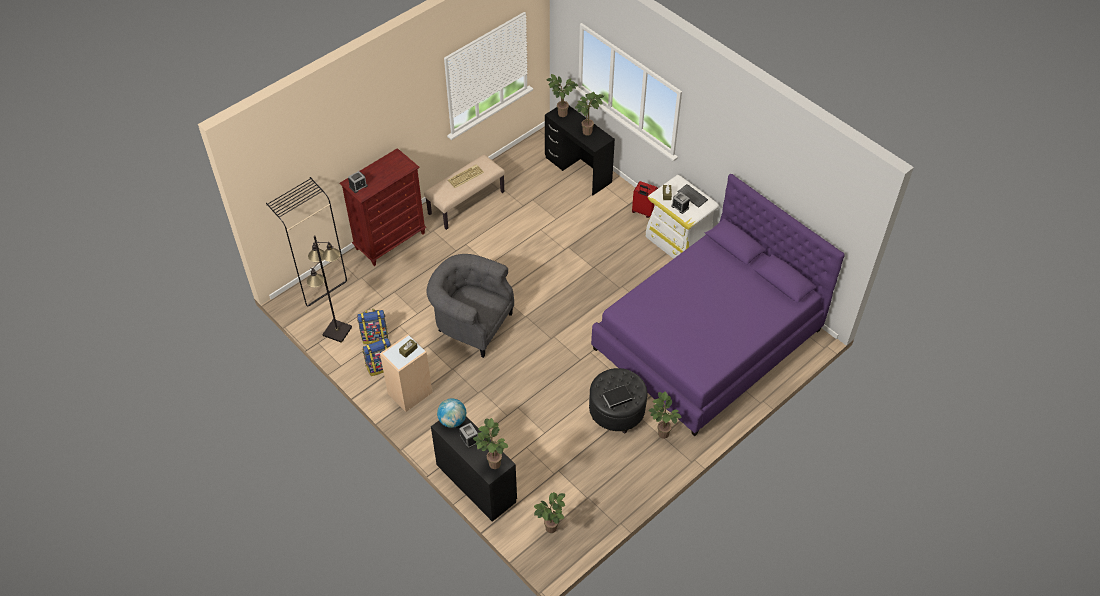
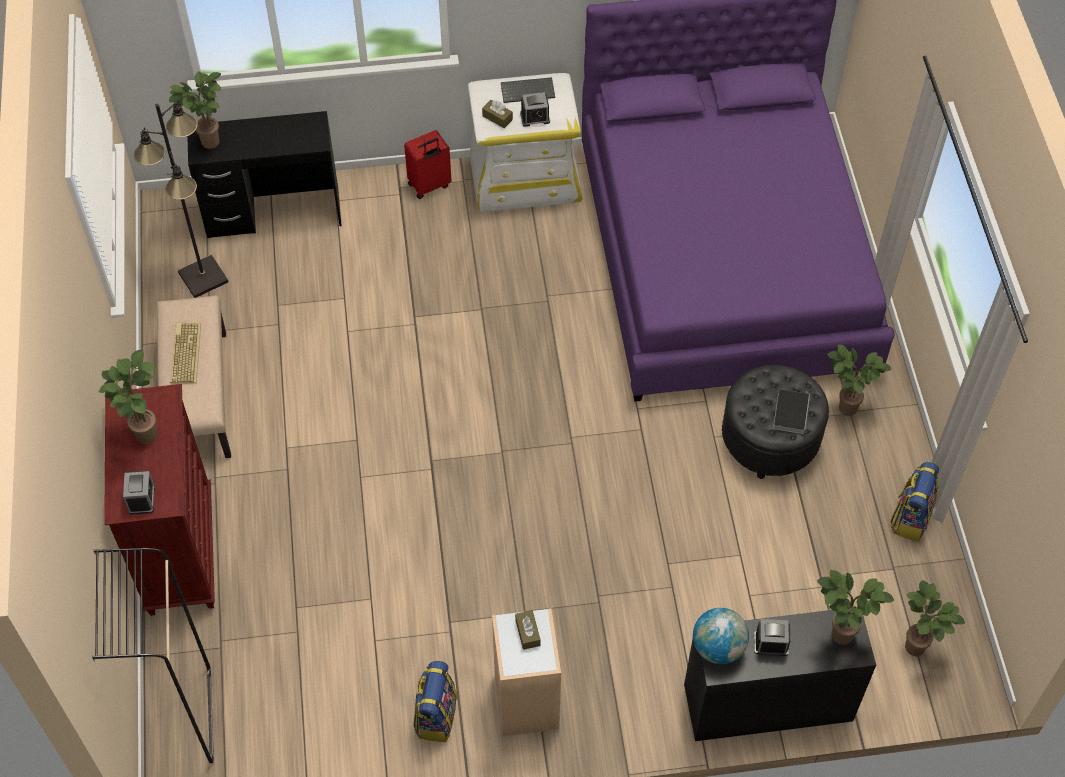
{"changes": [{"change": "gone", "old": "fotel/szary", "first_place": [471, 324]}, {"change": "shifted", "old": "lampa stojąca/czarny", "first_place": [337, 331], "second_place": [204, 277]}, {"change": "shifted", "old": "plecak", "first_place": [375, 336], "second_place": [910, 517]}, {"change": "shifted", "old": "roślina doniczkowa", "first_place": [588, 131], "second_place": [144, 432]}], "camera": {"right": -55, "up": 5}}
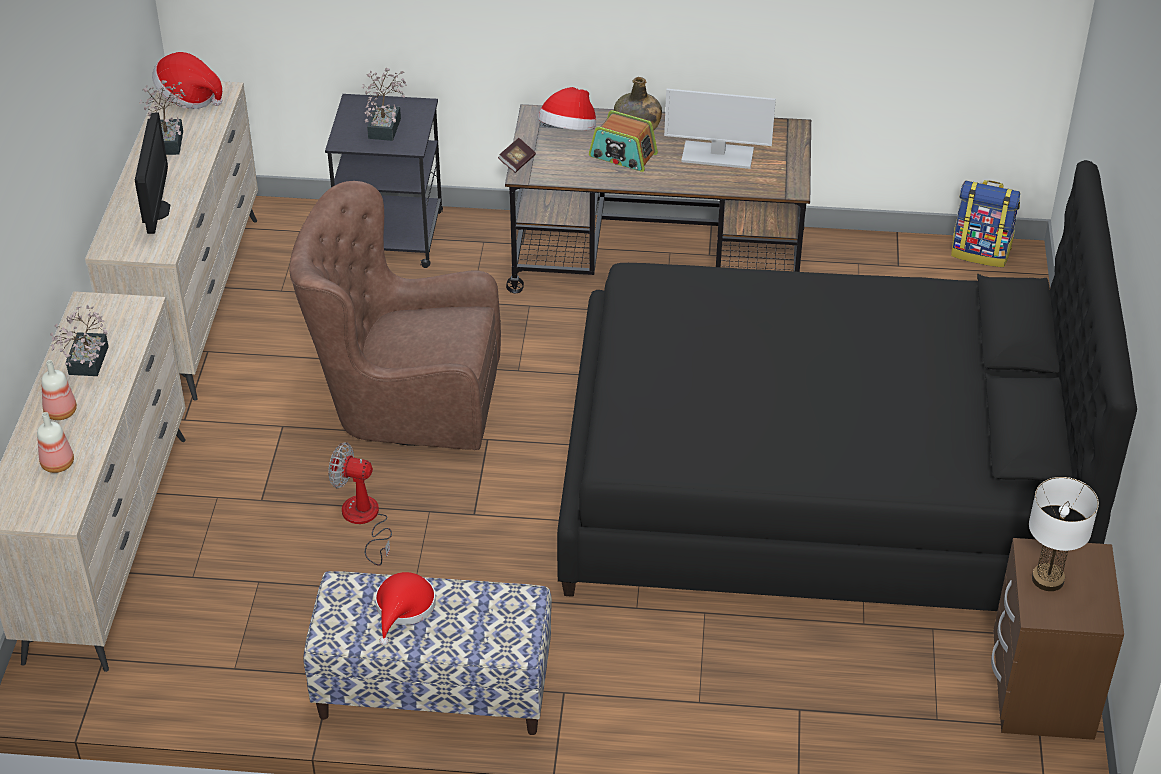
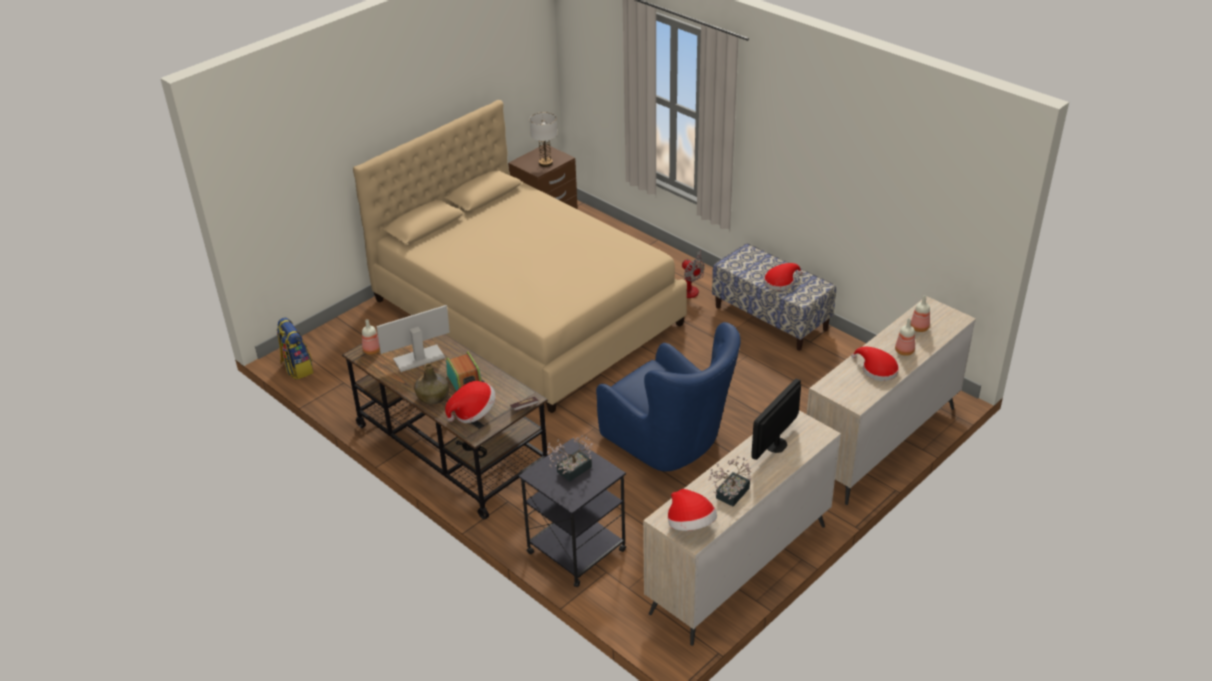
{"changes": [{"change": "new", "new": "butelka", "second_place": [371, 350]}, {"change": "shifted", "old": "wentylator", "first_place": [364, 520], "second_place": [690, 288]}, {"change": "swapped", "old": "roślina doniczkowa", "new": "kapelusz/czerwony", "first_place": [86, 364], "second_place": [877, 369]}, {"change": "repainted", "old": "fotel/brązowy", "new": "fotel/niebieski", "first_place": [403, 400], "second_place": [669, 442]}, {"change": "repainted", "old": "łóżko/czarny", "new": "łóżko/beżowy", "first_place": [820, 487], "second_place": [527, 311]}, {"change": "rotated", "old": "monitor", "first_place": [716, 155], "second_place": [419, 358], "degrees": -75}], "camera": {"right": -140, "up": -5}}
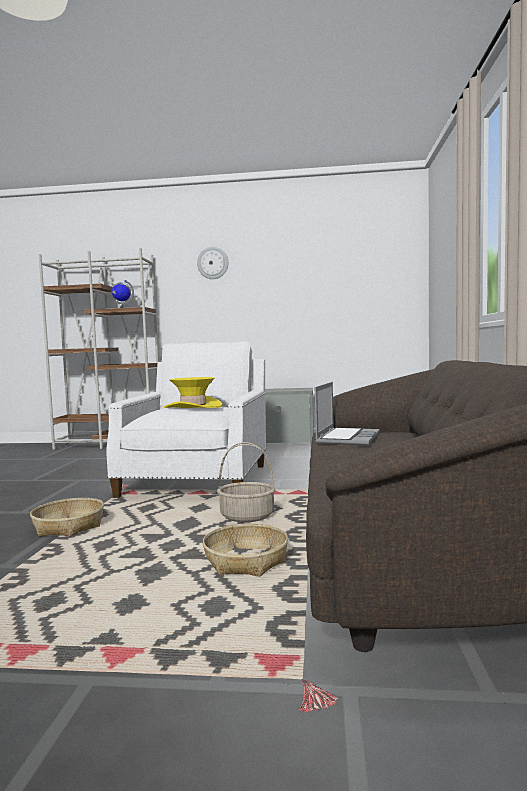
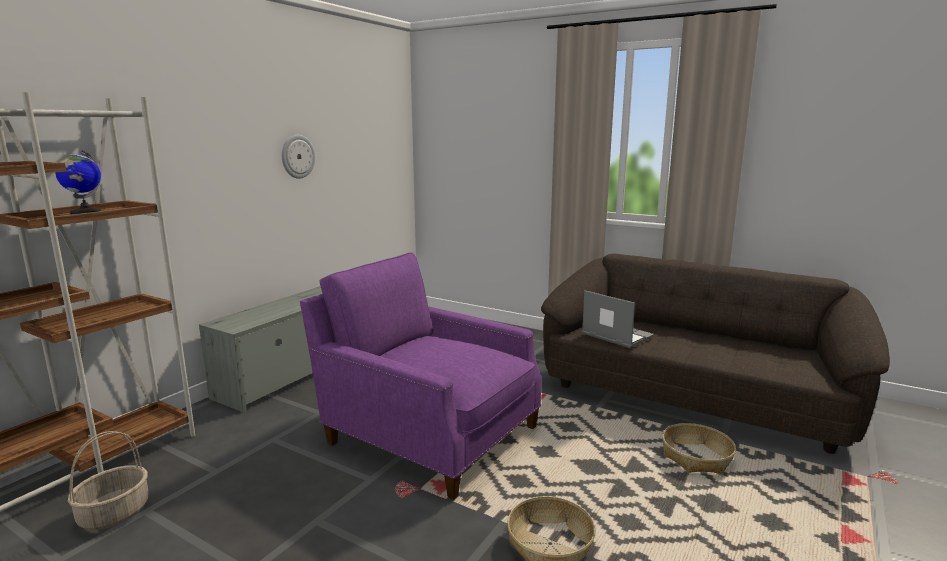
{"changes": [{"change": "gone", "old": "kapelusz/żółty", "first_place": [193, 407]}, {"change": "shifted", "old": "zegar ścienny", "first_place": [213, 263], "second_place": [297, 156]}, {"change": "shifted", "old": "koszyk", "first_place": [247, 516], "second_place": [115, 513]}, {"change": "repainted", "old": "fotel/biały", "new": "fotel/fioletowy", "first_place": [198, 479], "second_place": [429, 432]}], "camera": {"right": -65, "up": 10}}
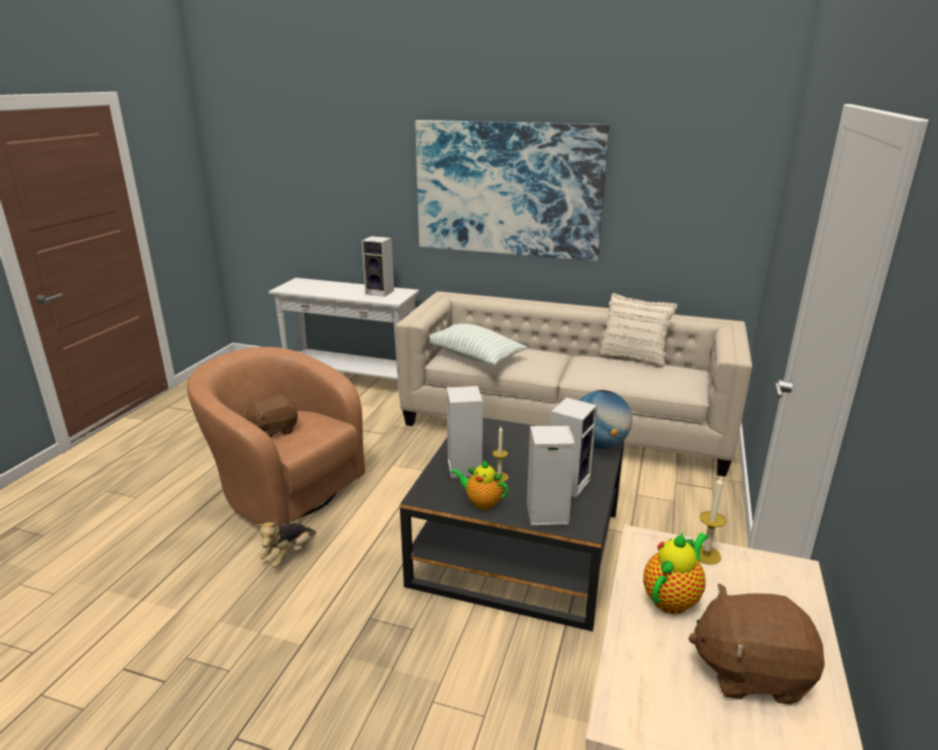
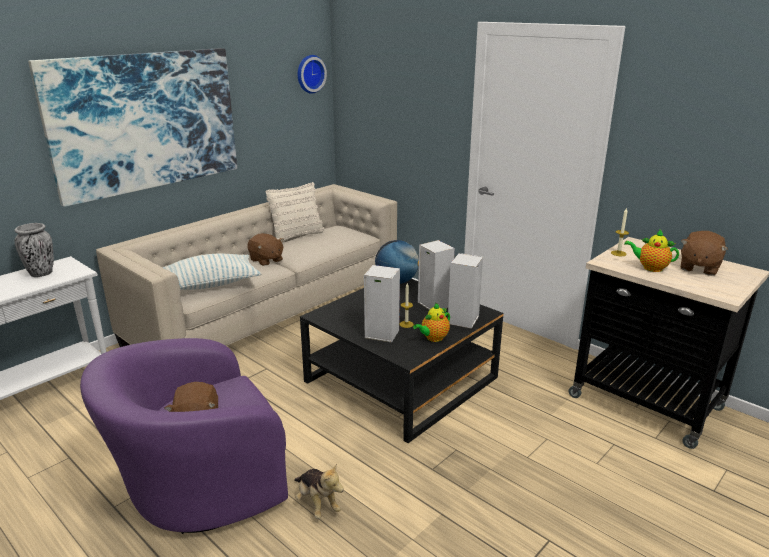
{"changes": [{"change": "new", "new": "pluszak/brązowy", "second_place": [266, 260]}, {"change": "new", "new": "zegar ścienny", "second_place": [309, 74]}, {"change": "swapped", "old": "głośnik", "new": "wazon", "first_place": [381, 292], "second_place": [41, 273]}, {"change": "repainted", "old": "fotel/brązowy", "new": "fotel/fioletowy", "first_place": [285, 489], "second_place": [201, 489]}, {"change": "rotated", "old": "imbryk", "first_place": [672, 598], "second_place": [650, 268], "degrees": -45}], "camera": {"right": -65, "up": 0}}
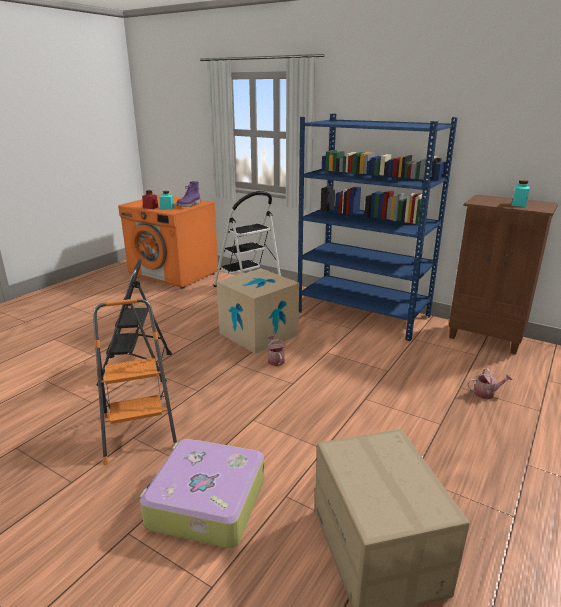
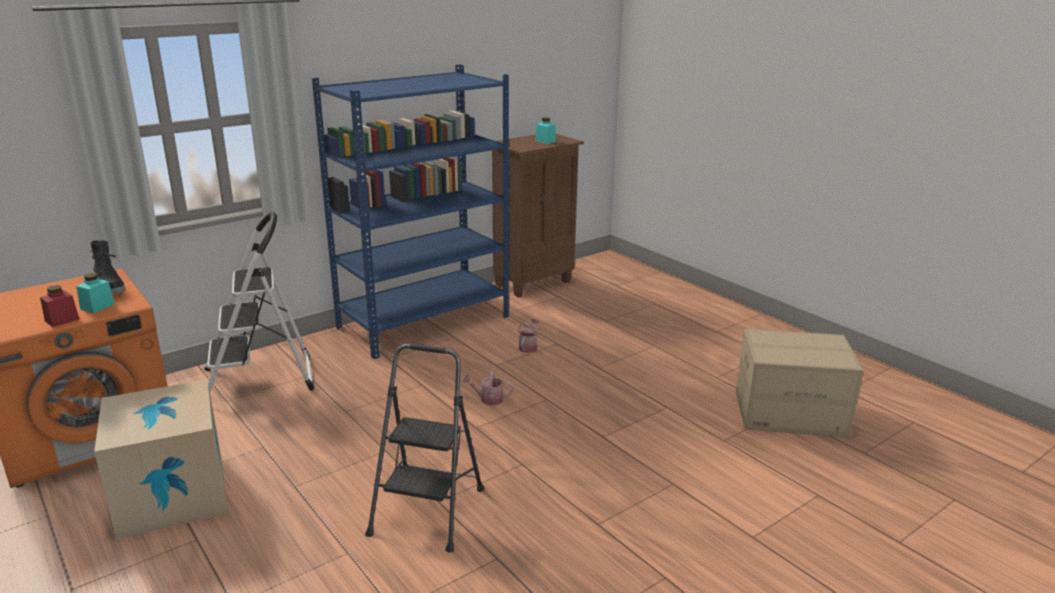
{"changes": [{"change": "gone", "old": "drabinka/pomarańczowy", "first_place": [139, 429]}, {"change": "gone", "old": "walizka", "first_place": [205, 503]}, {"change": "shifted", "old": "karton", "first_place": [258, 334], "second_place": [172, 496]}, {"change": "shifted", "old": "konewka", "first_place": [487, 393], "second_place": [529, 346]}, {"change": "repainted", "old": "but z cholewką/fioletowy", "new": "but z cholewką/czarny", "first_place": [189, 205], "second_place": [111, 288]}], "camera": {"right": -70, "up": 0}}
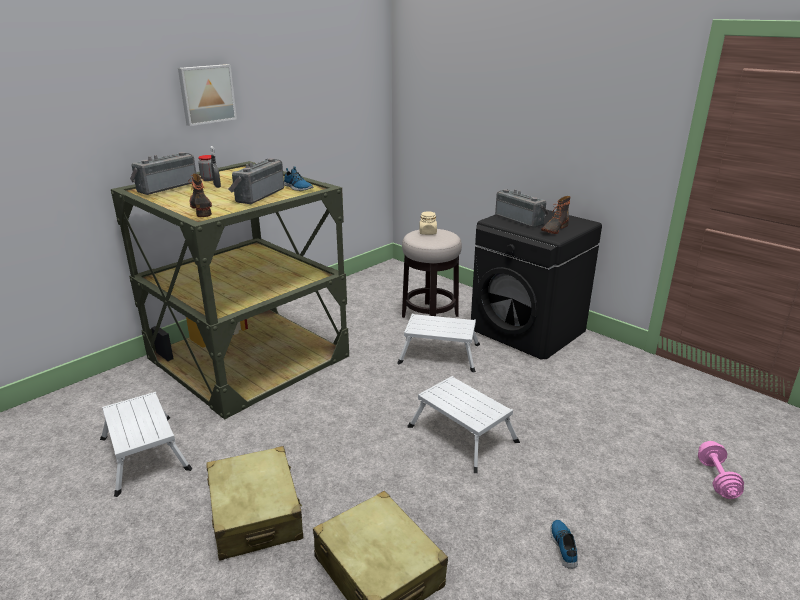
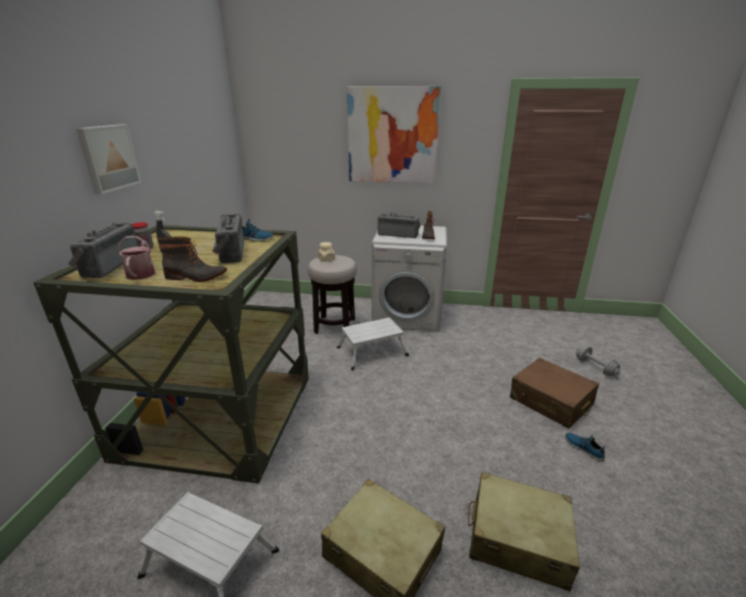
{"changes": [{"change": "gone", "old": "drabinka/biały", "first_place": [463, 434]}, {"change": "new", "new": "konewka", "second_place": [142, 272]}, {"change": "new", "new": "obraz", "second_place": [392, 136]}, {"change": "new", "new": "walizka/brązowy", "second_place": [551, 401]}, {"change": "repainted", "old": "pralka/czarny", "new": "pralka/biały", "first_place": [526, 331], "second_place": [408, 315]}, {"change": "repainted", "old": "hantel/różowy", "new": "hantel/szary", "first_place": [716, 479], "second_place": [595, 367]}, {"change": "rotated", "old": "but z cholewką", "first_place": [202, 208], "second_place": [195, 277], "degrees": 150}], "camera": {"right": -35, "up": 0}}
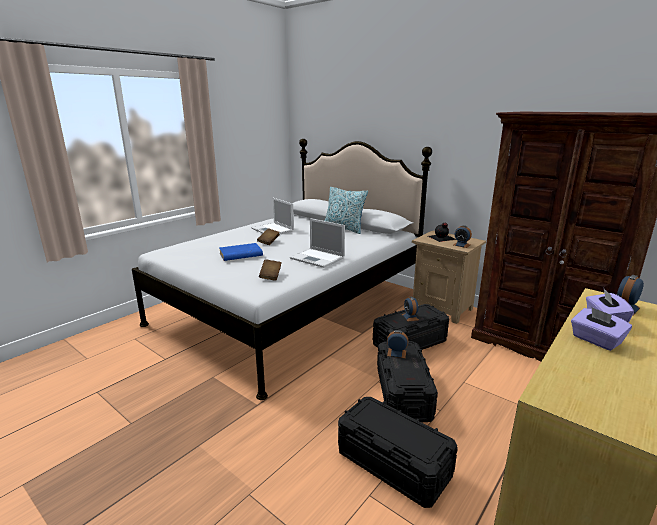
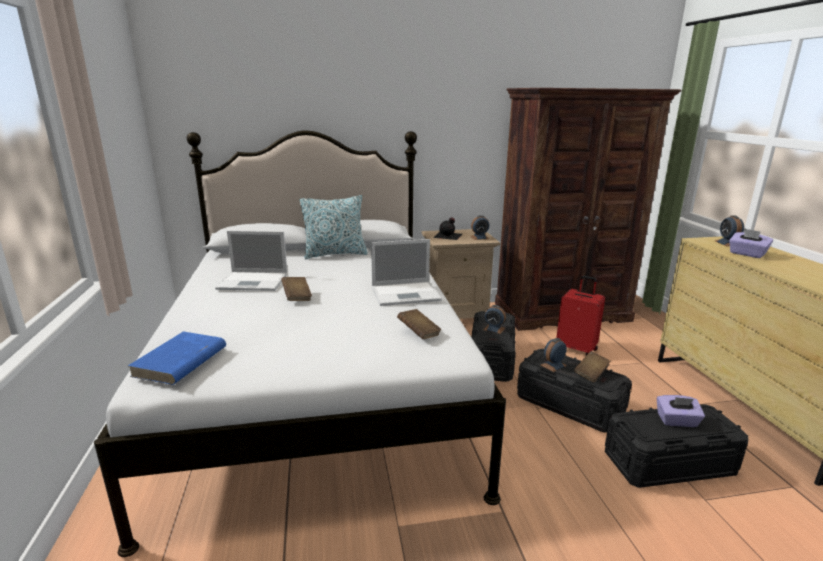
{"changes": [{"change": "new", "new": "walizka/czerwony", "second_place": [577, 349]}, {"change": "new", "new": "książka/brązowy", "second_place": [591, 374]}, {"change": "shifted", "old": "książka/niebieski", "first_place": [240, 254], "second_place": [180, 362]}, {"change": "shifted", "old": "pudełko chusteczek/fioletowy", "first_place": [595, 340], "second_place": [677, 421]}], "camera": {"right": -50, "up": 0}}
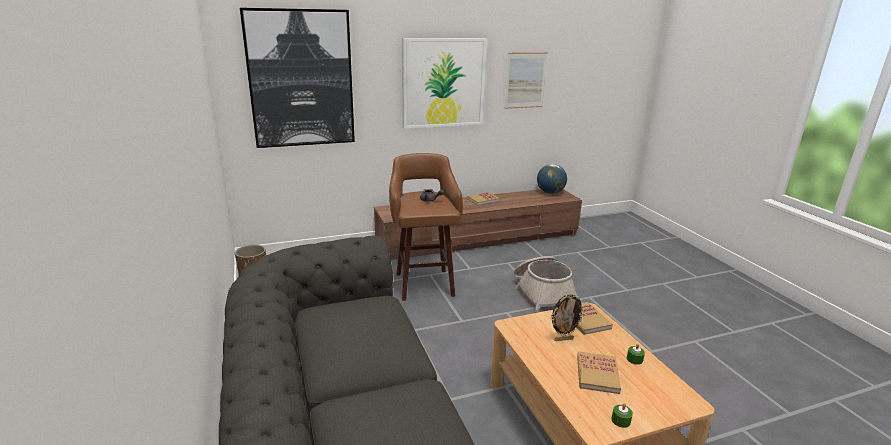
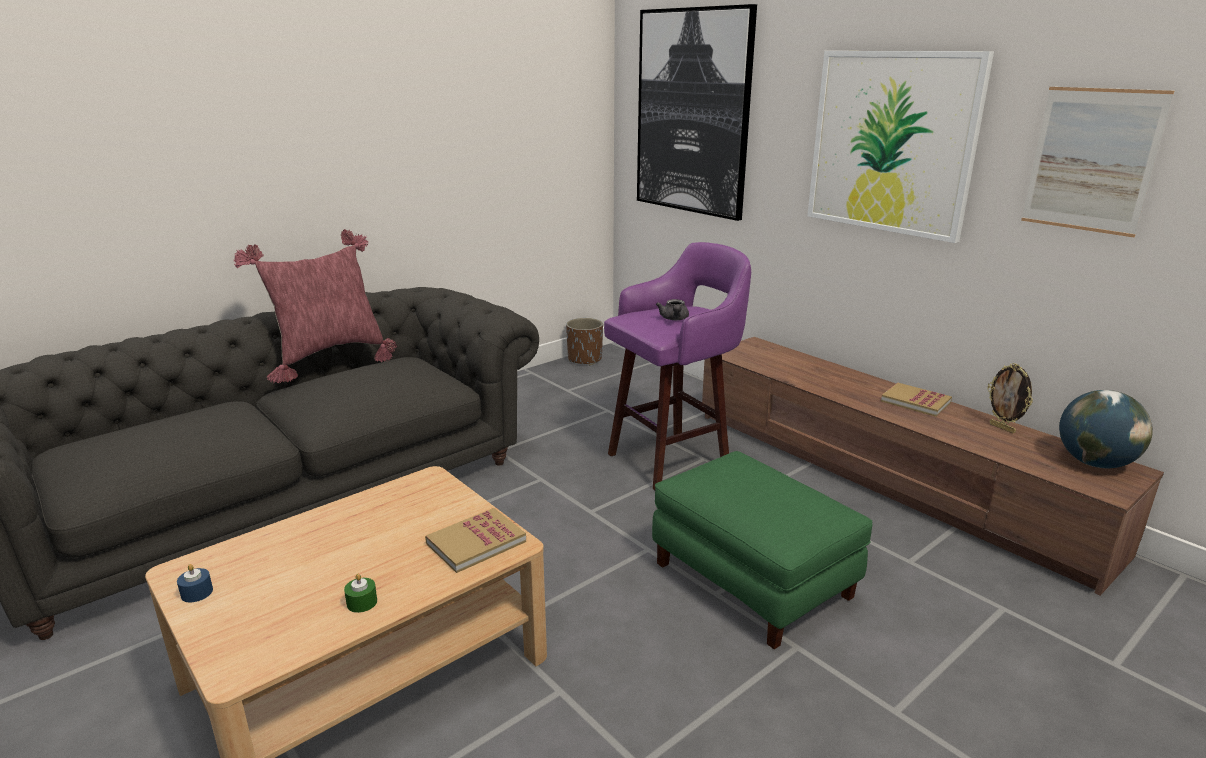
{"changes": [{"change": "gone", "old": "książka", "first_place": [597, 374]}, {"change": "new", "new": "poduszka/czerwony", "second_place": [328, 367]}, {"change": "shifted", "old": "ramka na zdjęcie", "first_place": [563, 339], "second_place": [1002, 428]}, {"change": "swapped", "old": "koszyk", "new": "pufa/zielony", "first_place": [542, 292], "second_place": [753, 579]}, {"change": "repainted", "old": "stołek/brązowy", "new": "stołek/fioletowy", "first_place": [424, 283], "second_place": [673, 459]}, {"change": "repainted", "old": "świeca/zielony", "new": "świeca/niebieski", "first_place": [621, 420], "second_place": [197, 592]}], "camera": {"right": 70, "up": 0}}
